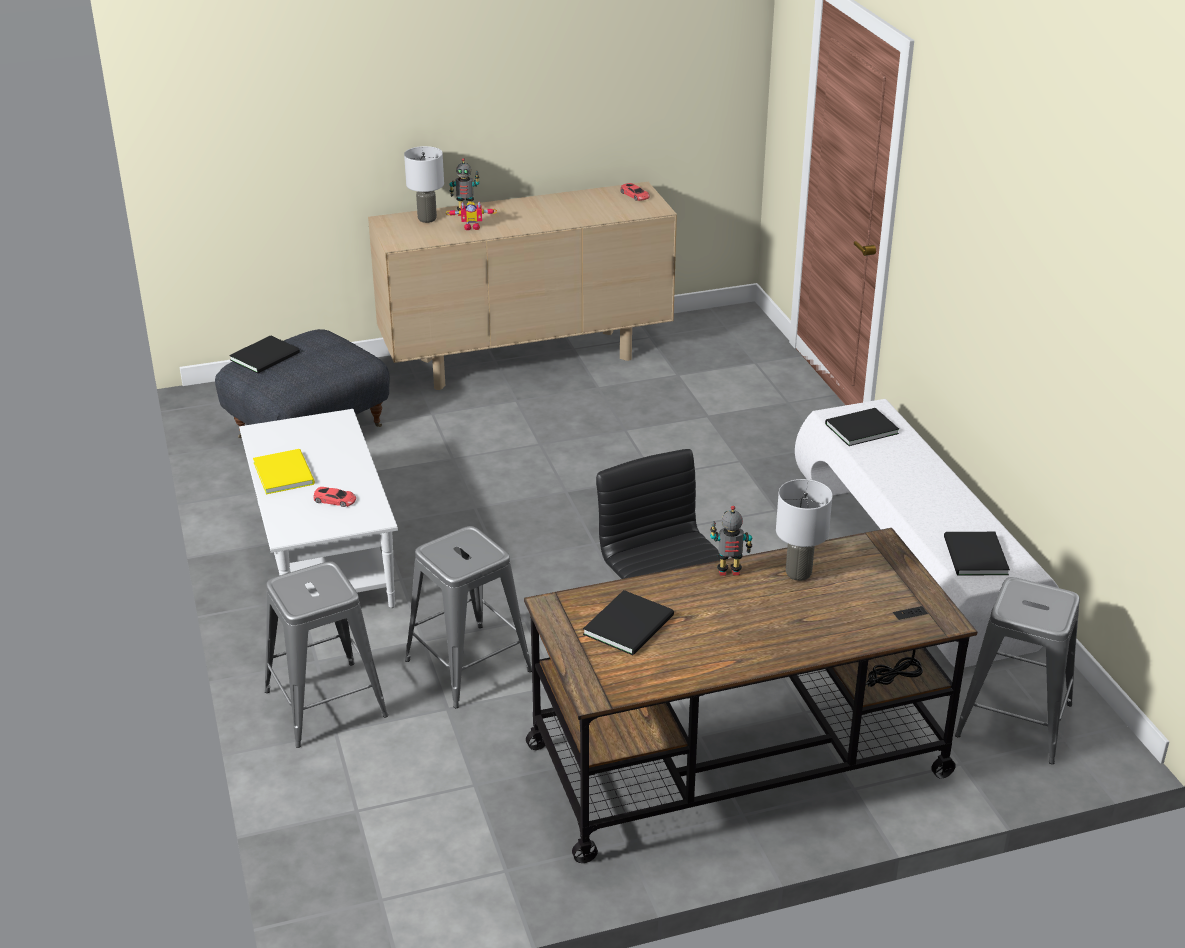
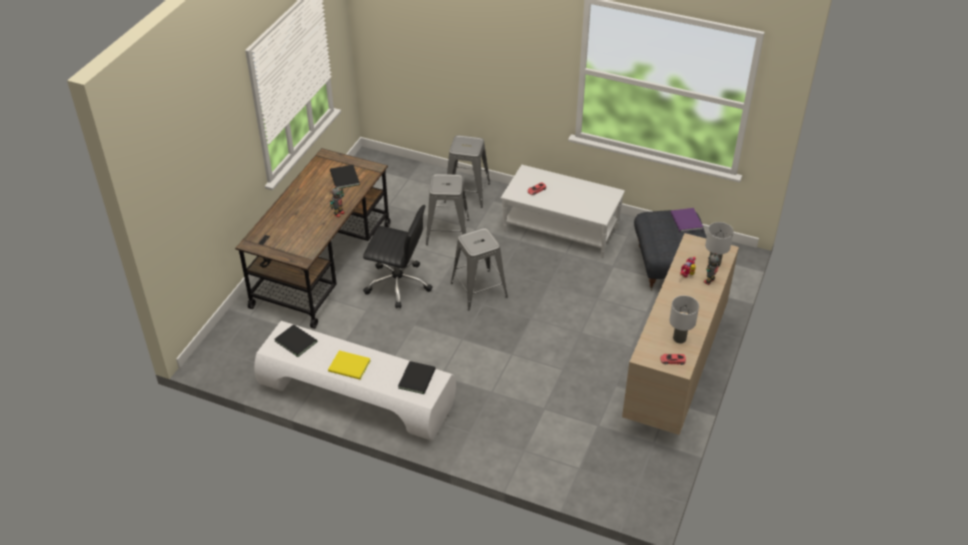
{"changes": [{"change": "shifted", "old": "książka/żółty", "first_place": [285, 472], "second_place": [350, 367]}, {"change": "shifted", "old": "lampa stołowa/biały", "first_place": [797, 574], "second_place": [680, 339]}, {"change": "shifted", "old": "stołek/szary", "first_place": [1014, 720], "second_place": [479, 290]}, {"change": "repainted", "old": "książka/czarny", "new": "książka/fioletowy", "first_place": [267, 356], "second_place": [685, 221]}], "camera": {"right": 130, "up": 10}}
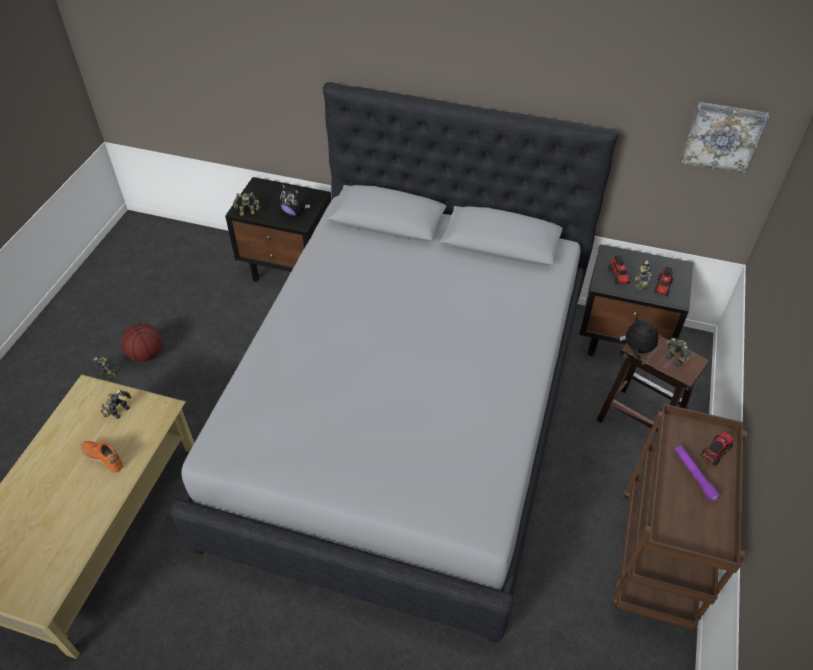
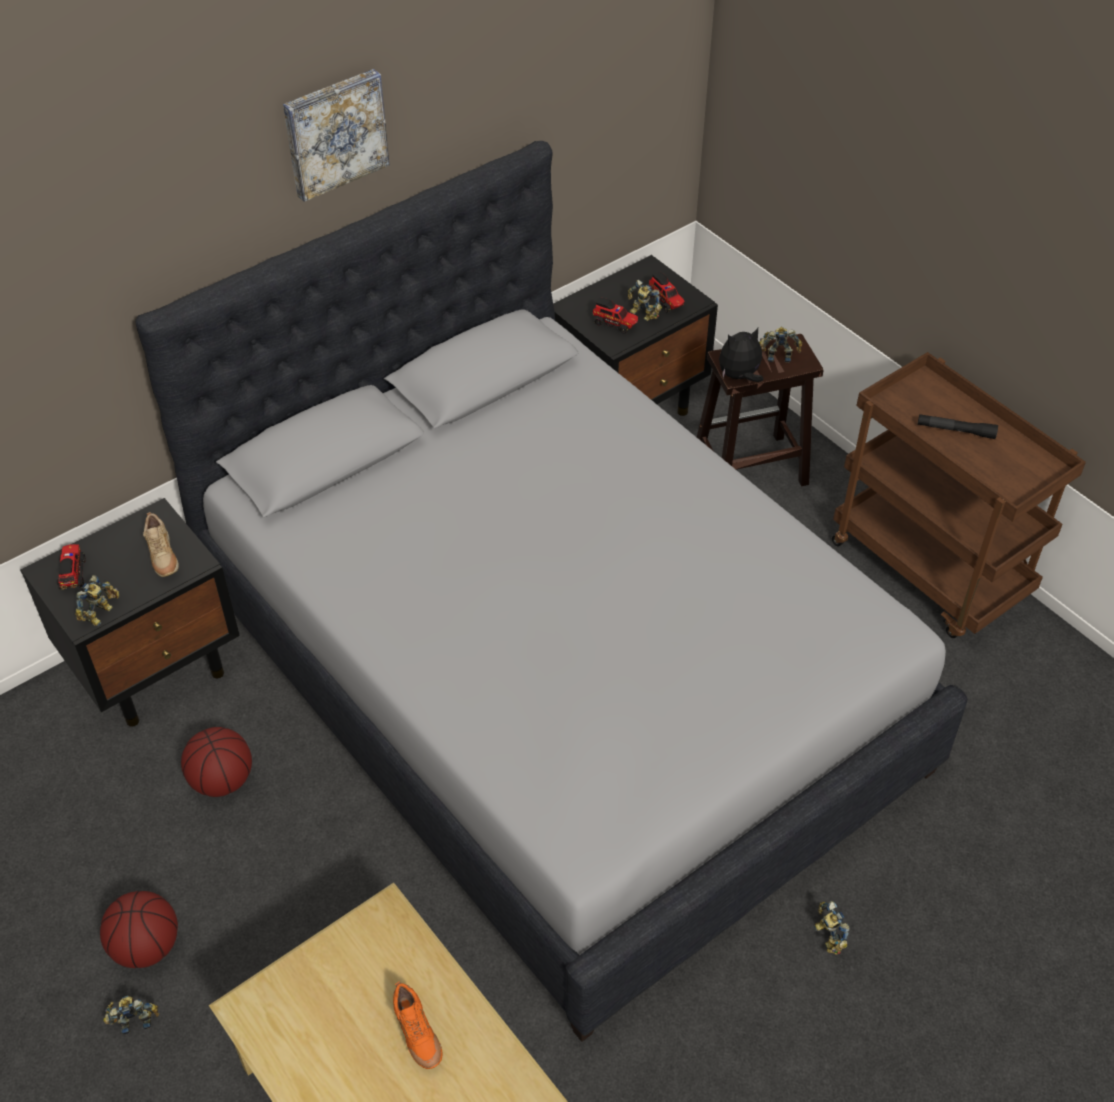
{"changes": [{"change": "new", "new": "piłka do koszykówki", "second_place": [222, 781]}, {"change": "shifted", "old": "robot zabawkowy", "first_place": [118, 410], "second_place": [826, 937]}, {"change": "shifted", "old": "obraz", "first_place": [722, 136], "second_place": [334, 133]}, {"change": "shifted", "old": "ciężarówka zabawkowa", "first_place": [715, 452], "second_place": [73, 573]}, {"change": "swapped", "old": "pluszak", "new": "but/beżowy", "first_place": [295, 212], "second_place": [163, 558]}, {"change": "repainted", "old": "latarka/fioletowy", "new": "latarka/czarny", "first_place": [694, 475], "second_place": [955, 430]}, {"change": "rotated", "old": "but/pomarańczowy", "first_place": [103, 458], "second_place": [417, 1035], "degrees": -90}], "camera": {"right": -55, "up": 0}}
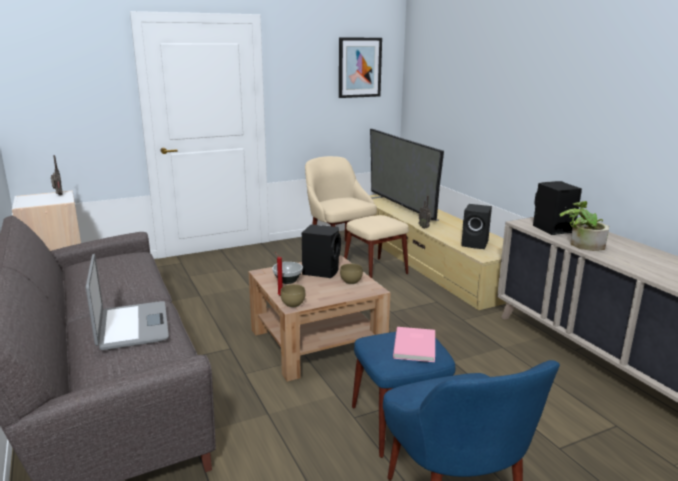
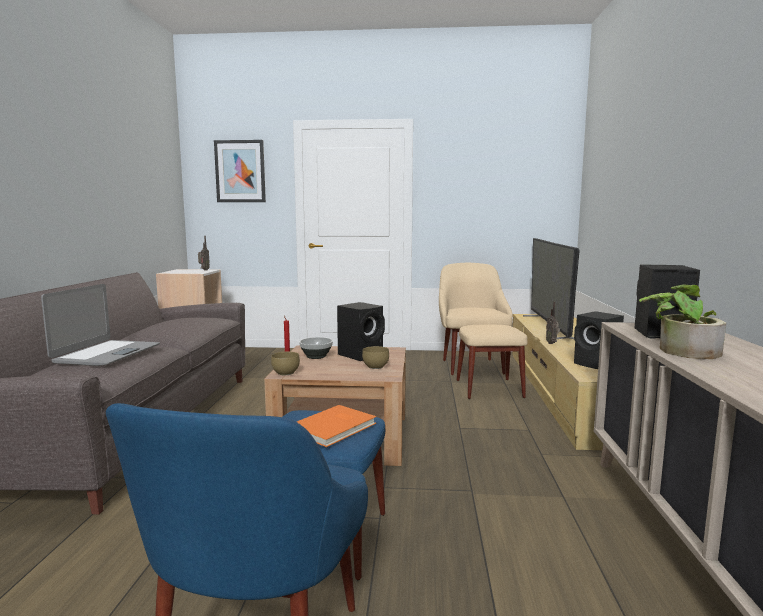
{"changes": [{"change": "shifted", "old": "obraz", "first_place": [359, 67], "second_place": [240, 171]}, {"change": "repainted", "old": "książka/różowy", "new": "książka/pomarańczowy", "first_place": [416, 345], "second_place": [335, 428]}], "camera": {"right": 30, "up": -10}}
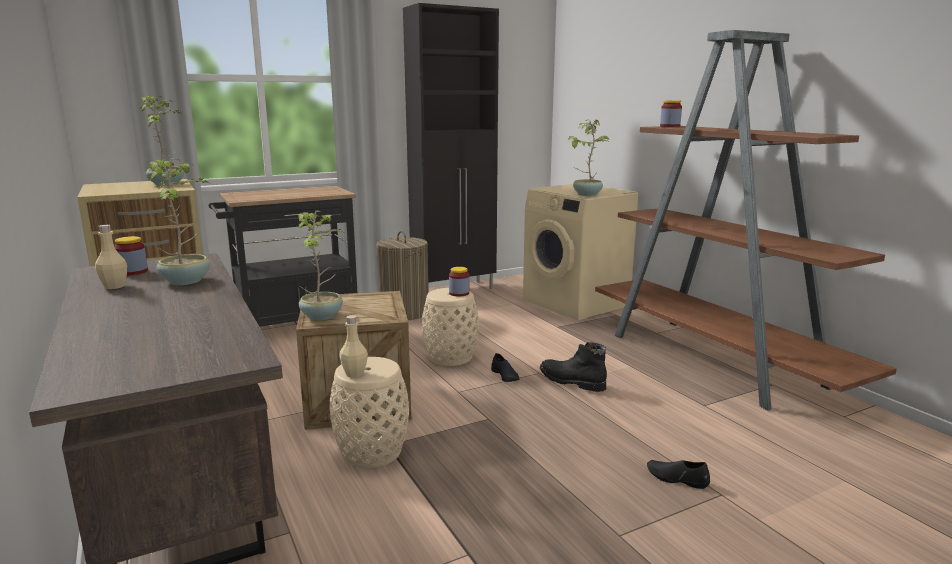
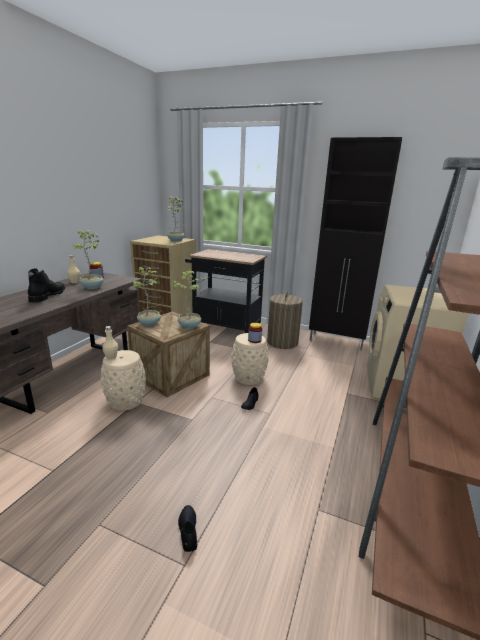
{"changes": [{"change": "gone", "old": "słoik", "first_place": [670, 126]}, {"change": "shifted", "old": "but z cholewką/czarny", "first_place": [570, 381], "second_place": [47, 295]}, {"change": "shifted", "old": "roślina doniczkowa", "first_place": [586, 194], "second_place": [189, 326]}], "camera": {"right": 50, "up": 5}}
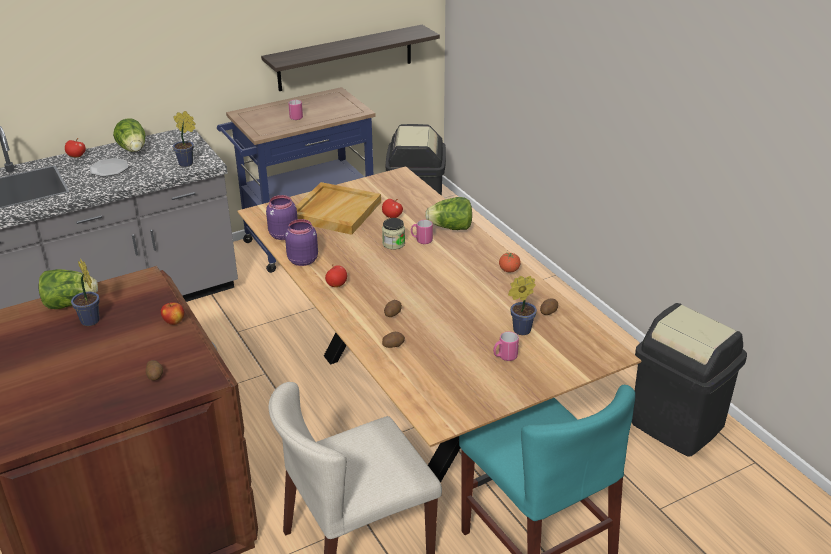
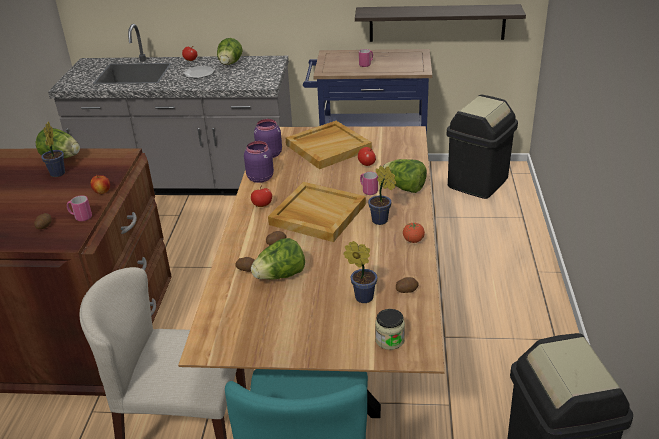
{"changes": [{"change": "new", "new": "sałata", "second_place": [280, 276]}, {"change": "new", "new": "taca/beżowy", "second_place": [317, 214]}, {"change": "shifted", "old": "roślina doniczkowa", "first_place": [188, 164], "second_place": [381, 221]}, {"change": "shifted", "old": "słoik", "first_place": [393, 243], "second_place": [389, 340]}, {"change": "shifted", "old": "kubek/różowy", "first_place": [504, 357], "second_place": [80, 217]}], "camera": {"right": 35, "up": 0}}
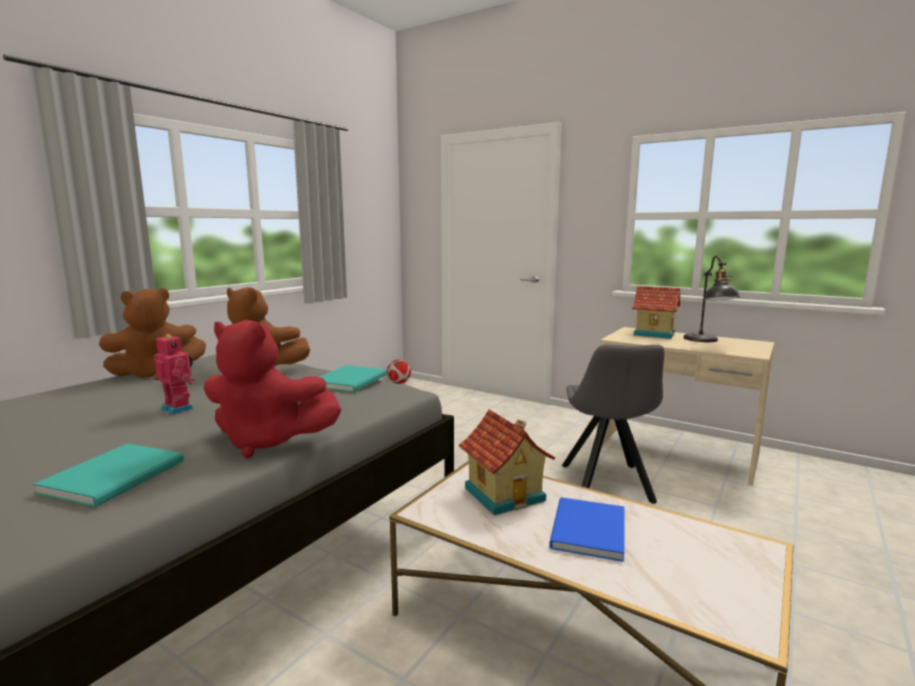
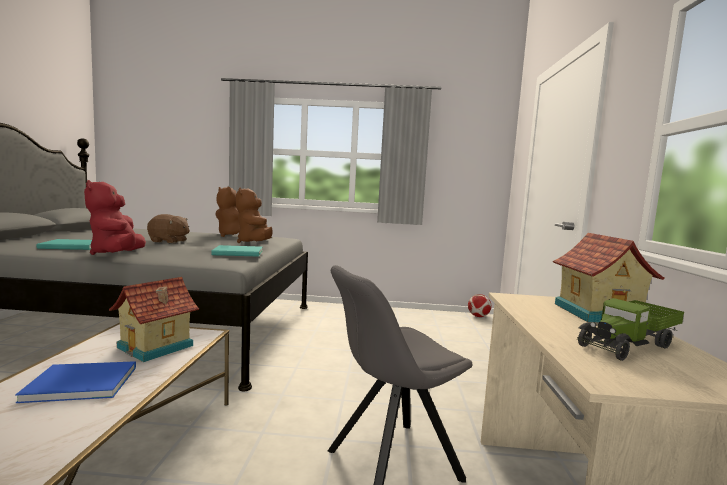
{"changes": [{"change": "swapped", "old": "robot zabawkowy", "new": "pluszak/brązowy", "first_place": [179, 408], "second_place": [169, 241]}, {"change": "swapped", "old": "lampa stołowa/szary", "new": "ciężarówka zabawkowa", "first_place": [708, 342], "second_place": [628, 344]}], "camera": {"right": 60, "up": -5}}
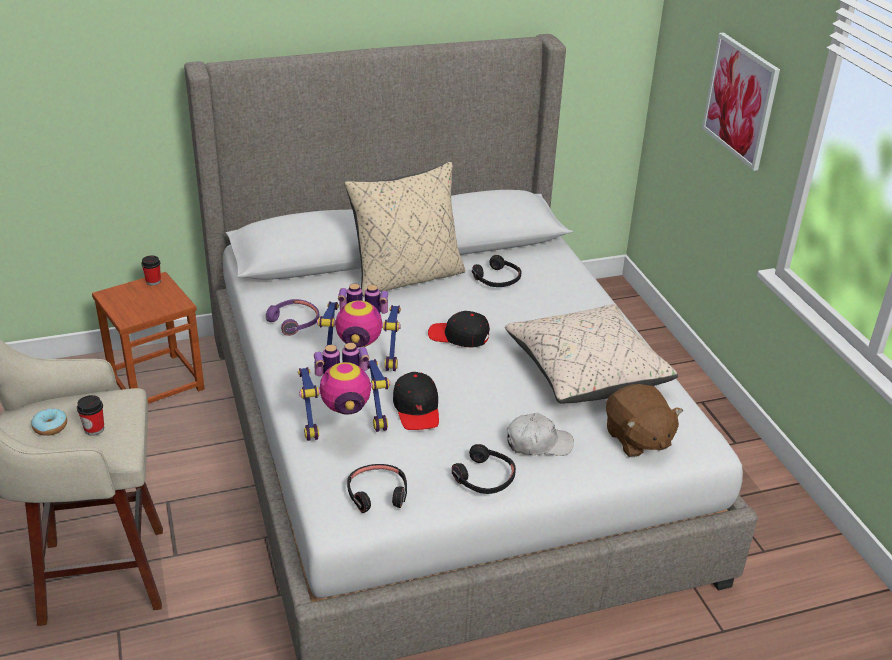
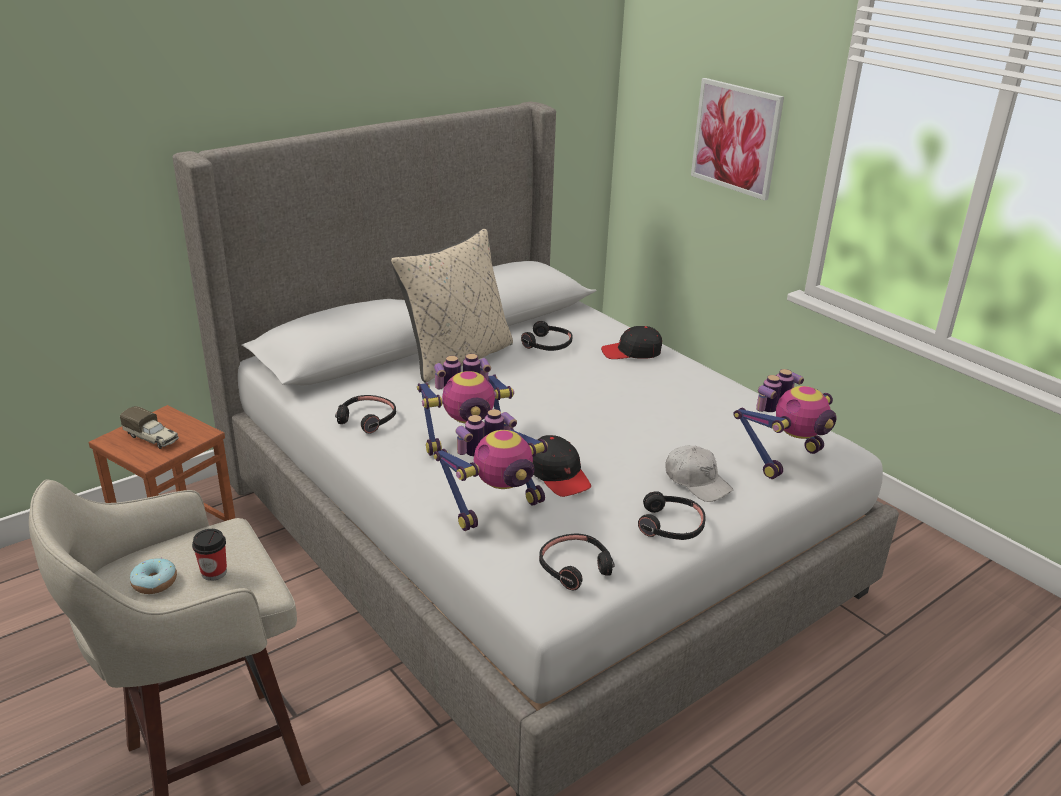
{"changes": [{"change": "gone", "old": "filiżanka", "first_place": [153, 281]}, {"change": "gone", "old": "poduszka/beżowy", "first_place": [586, 372]}, {"change": "new", "new": "ciężarówka zabawkowa", "second_place": [152, 438]}, {"change": "shifted", "old": "czapka z daszkiem/czarny", "first_place": [459, 336], "second_place": [631, 352]}, {"change": "swapped", "old": "pluszak/brązowy", "new": "robot zabawkowy", "first_place": [637, 439], "second_place": [783, 458]}, {"change": "repainted", "old": "słuchawki/fioletowy", "new": "słuchawki/czarny", "first_place": [294, 322], "second_place": [367, 419]}, {"change": "rotated", "old": "czapka z daszkiem/biały", "first_place": [538, 443], "second_place": [697, 482], "degrees": 75}], "camera": {"right": -20, "up": -5}}
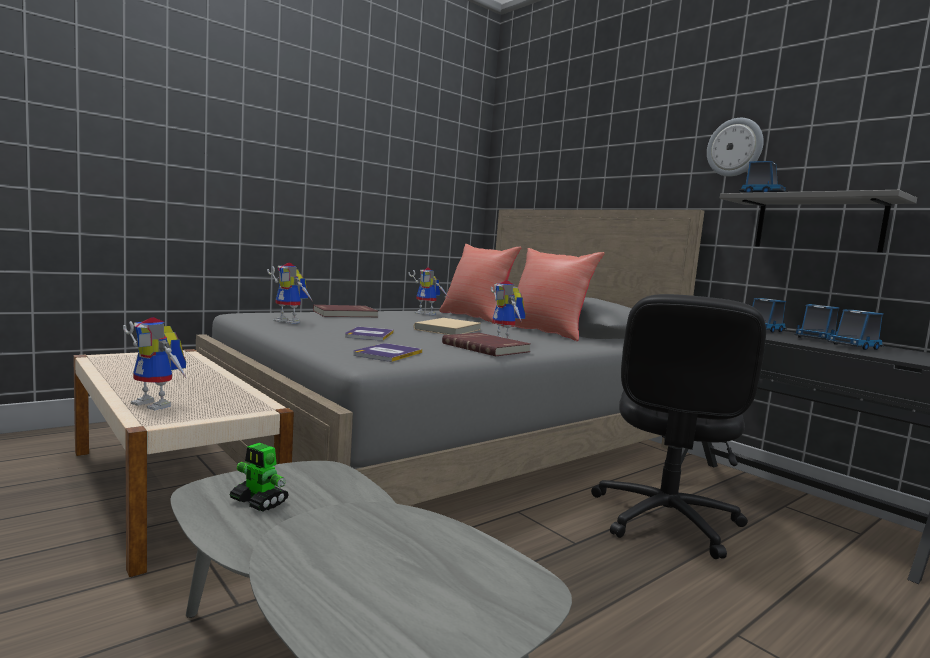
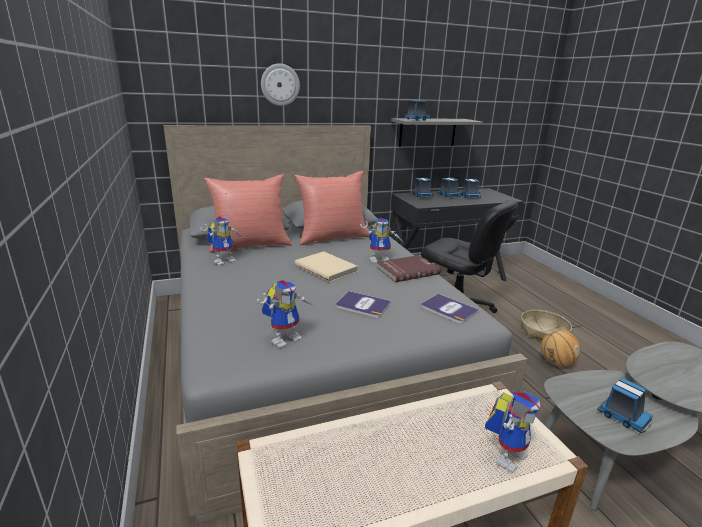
{"changes": [{"change": "gone", "old": "książka/czerwony", "first_place": [345, 314]}, {"change": "new", "new": "koszyk", "second_place": [543, 332]}, {"change": "new", "new": "piłka do koszykówki", "second_place": [556, 362]}, {"change": "shifted", "old": "zegar ścienny", "first_place": [735, 147], "second_place": [280, 85]}, {"change": "swapped", "old": "robot zabawkowy", "new": "ciężarówka zabawkowa", "first_place": [259, 502], "second_place": [622, 416]}], "camera": {"right": -70, "up": 15}}
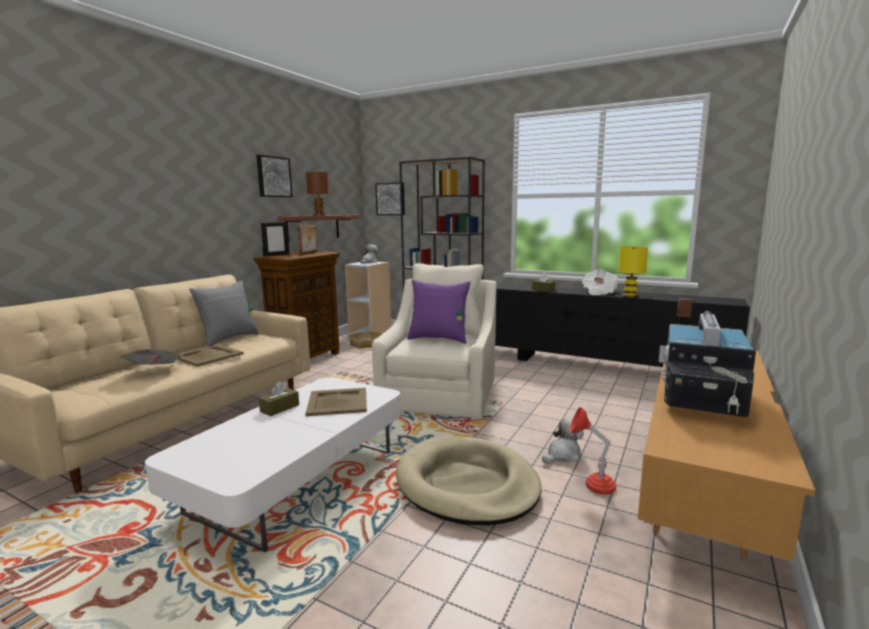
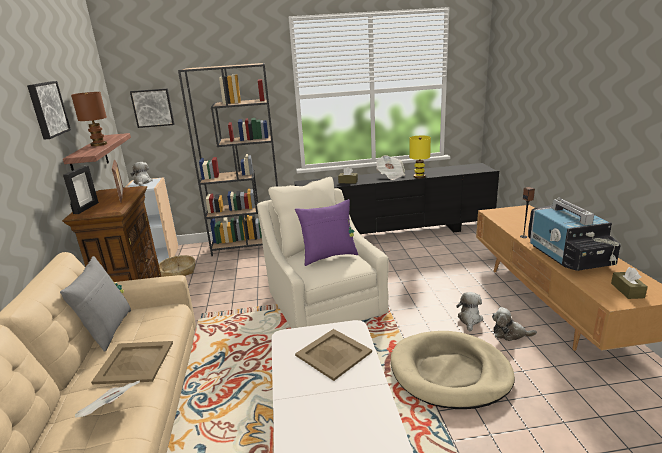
{"changes": [{"change": "shifted", "old": "pudełko chusteczek/brązowy", "first_place": [279, 408], "second_place": [627, 290]}, {"change": "swapped", "old": "lampa stołowa/czerwony", "new": "pluszak", "first_place": [591, 484], "second_place": [510, 334]}], "camera": {"right": -35, "up": 10}}
